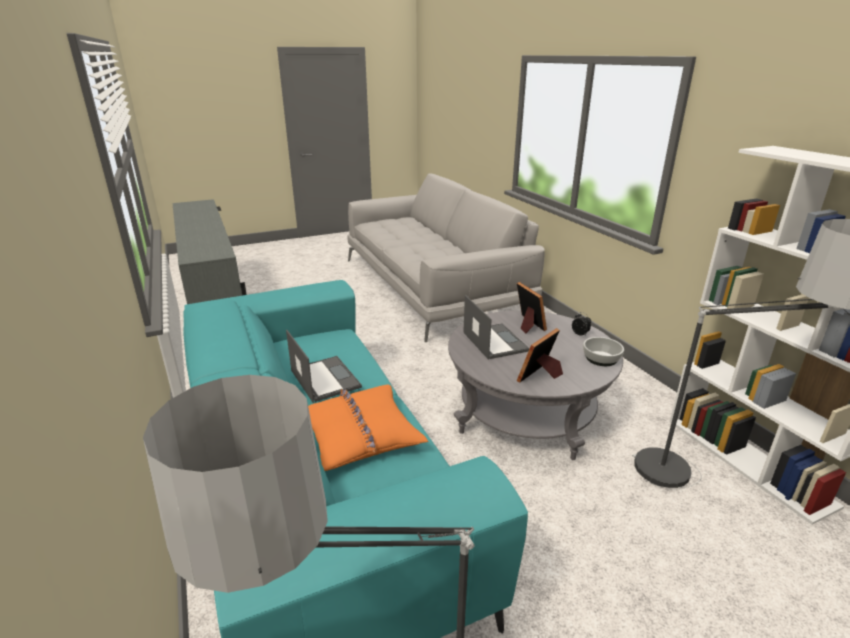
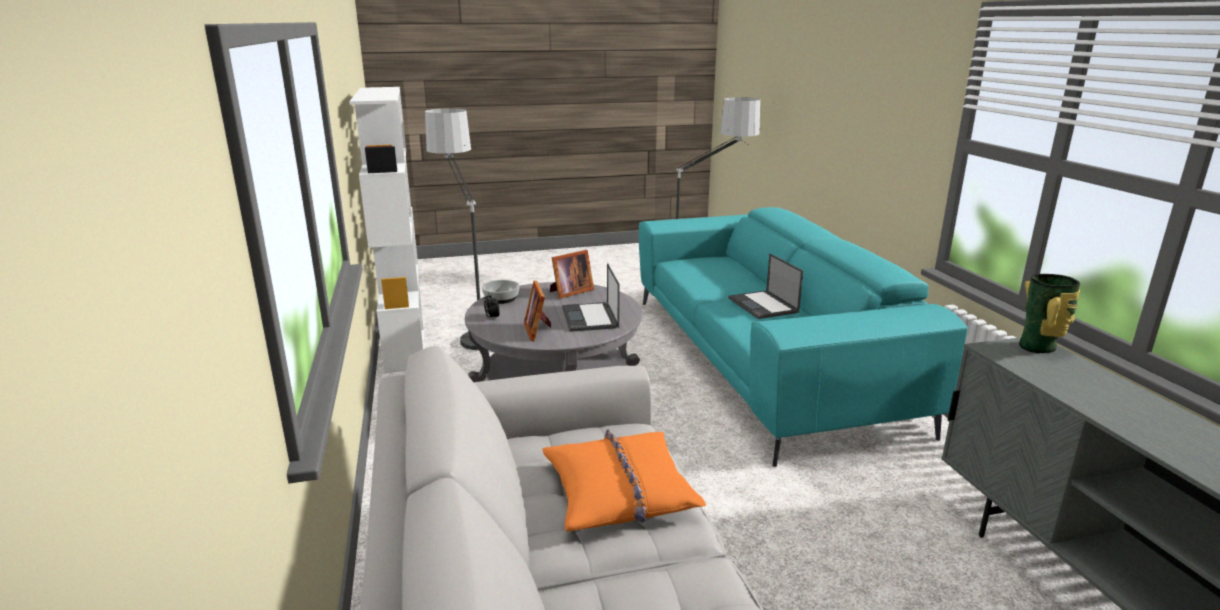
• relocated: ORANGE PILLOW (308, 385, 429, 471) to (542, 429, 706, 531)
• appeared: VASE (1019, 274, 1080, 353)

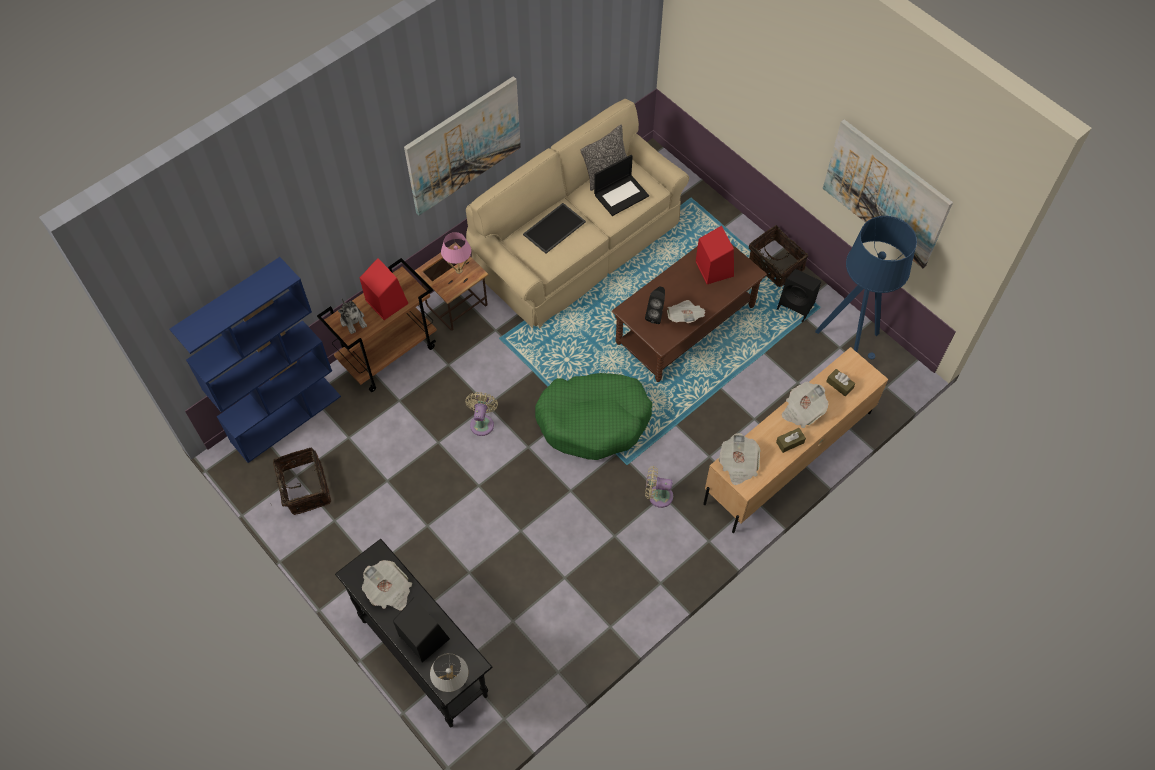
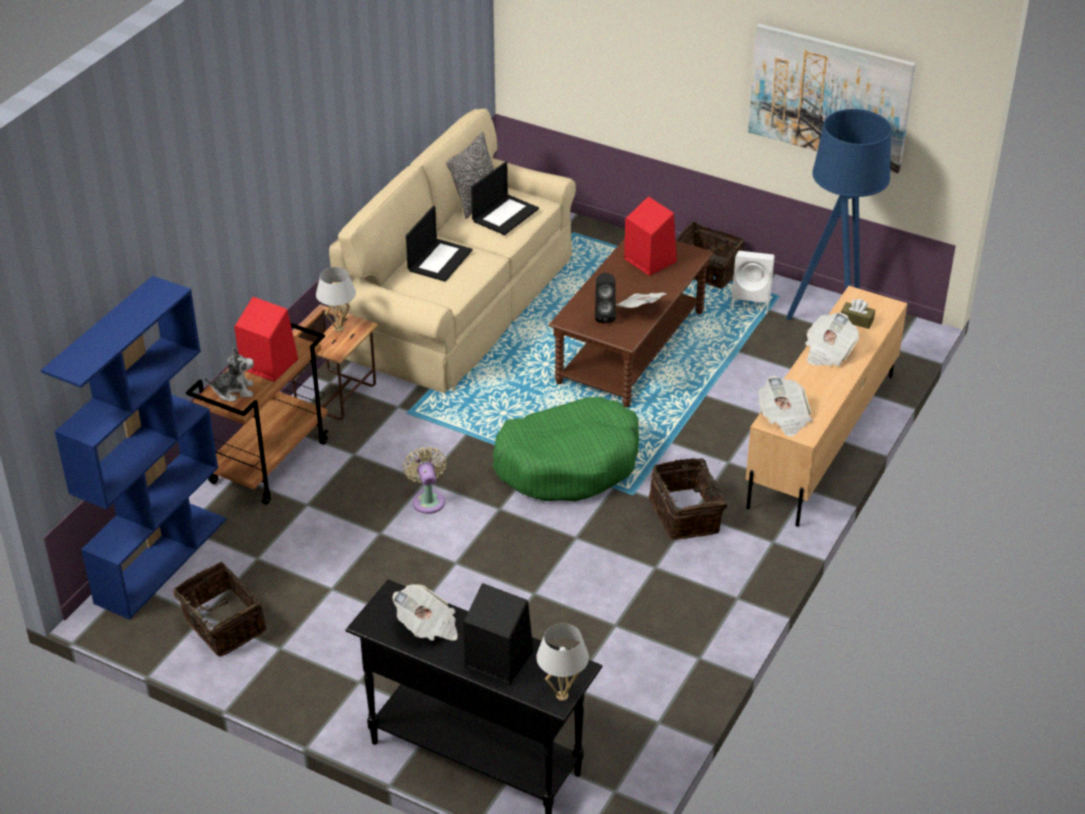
• spun: PLUSH TOY (338, 299, 367, 334) = (204, 348, 254, 402) 45 degrees counterclockwise
• colour: PINK TABLE LAMP (441, 232, 471, 274) to WHITE TABLE LAMP (316, 267, 356, 332)
• exchanged: TRAY (523, 203, 586, 254) to LAPTOP (406, 206, 472, 282)
• exchanged: BEIGE FAN (645, 466, 673, 508) to BASKET (649, 458, 727, 540)
• colour: BLACK SPEAKER (777, 269, 821, 322) to WHITE SPEAKER (731, 251, 775, 314)
• missing: PICTURE (404, 76, 521, 216)
• missing: BROWN TISSUE BOX (776, 428, 806, 453)

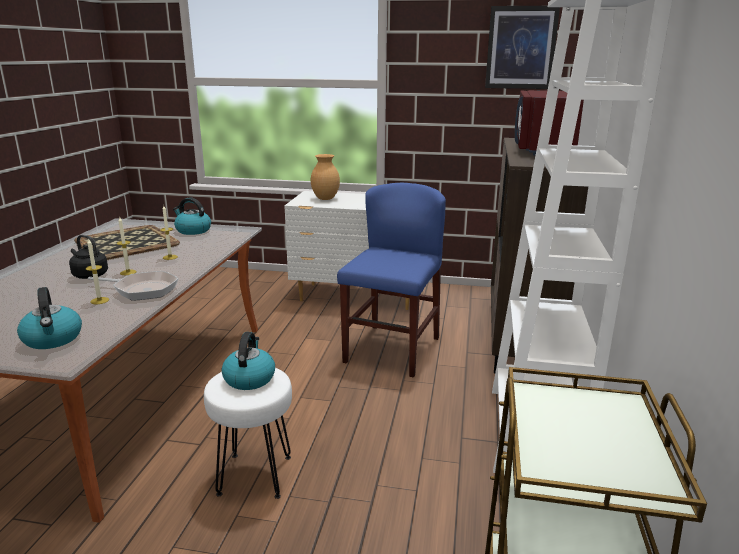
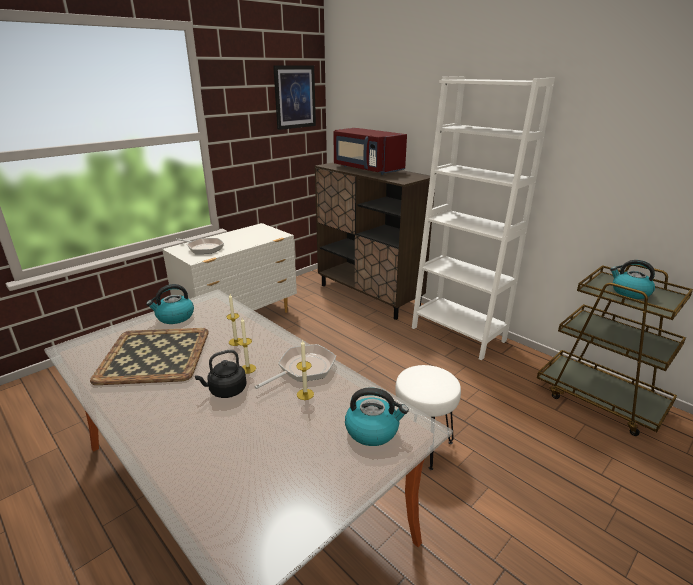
• exchanged: BROWN VASE (311, 154, 340, 200) to FRYING PAN (176, 238, 224, 254)
• relocated: KETTLE (222, 332, 275, 390) to (610, 260, 655, 299)
• missing: BLUE CHAIR (337, 183, 446, 378)

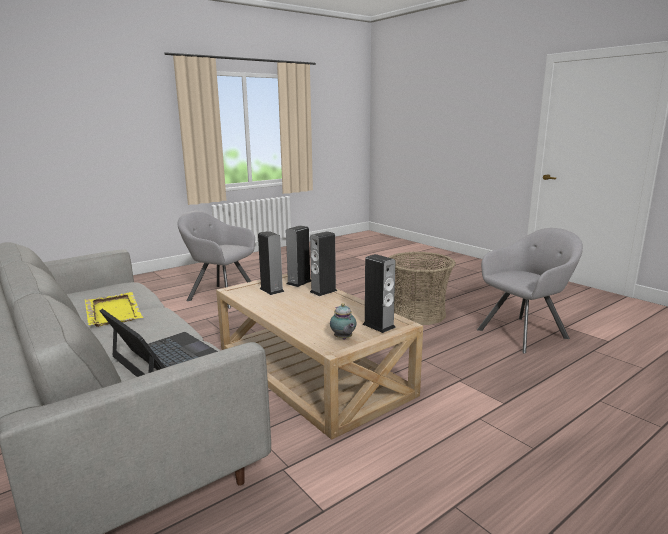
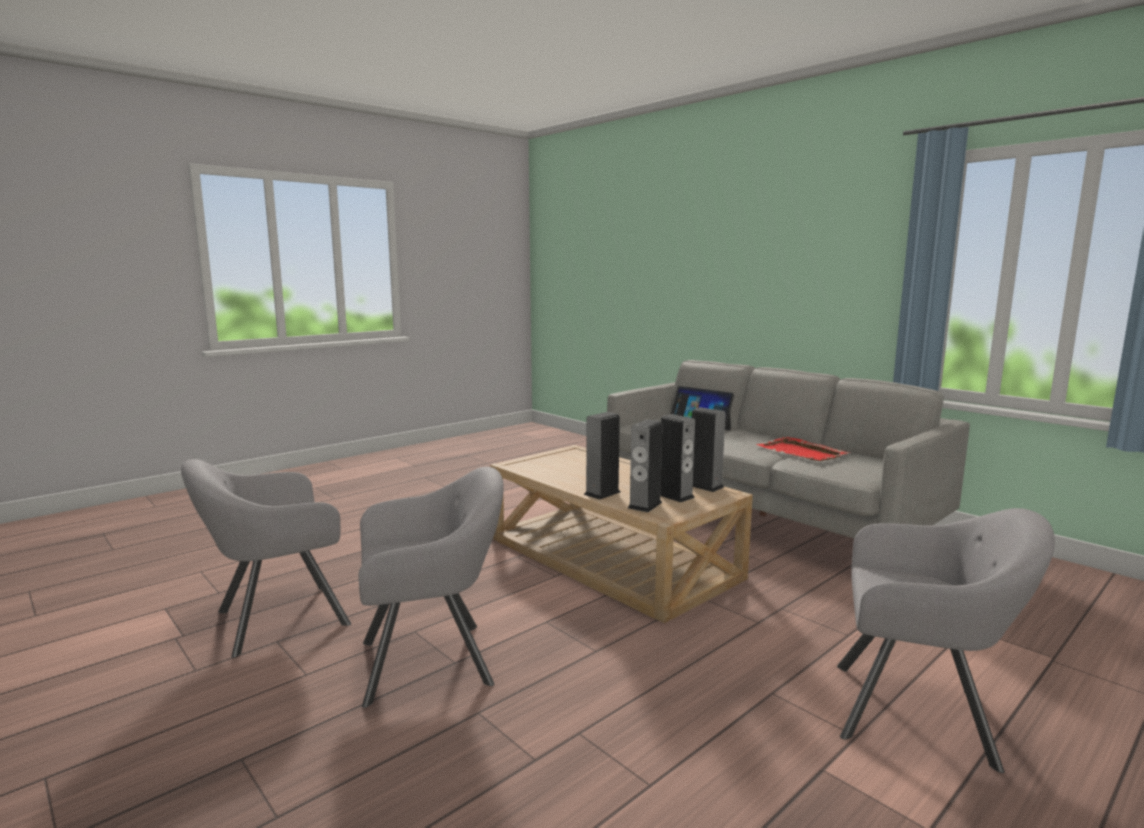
• exchanged: BASKET (388, 252, 456, 325) to GREY ARMCHAIR (358, 467, 504, 708)
• relocated: SPEAKER (363, 254, 396, 333) to (692, 407, 725, 492)
• colour: YELLOW TRAY (85, 292, 143, 327) to RED TRAY (756, 437, 850, 461)
• missing: TEAPOT (330, 303, 357, 340)

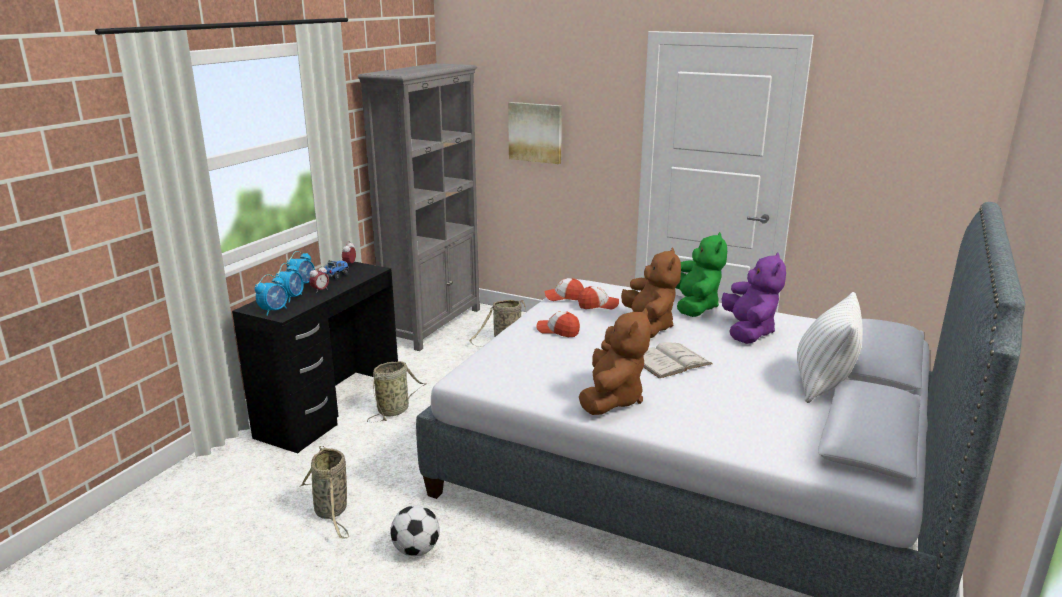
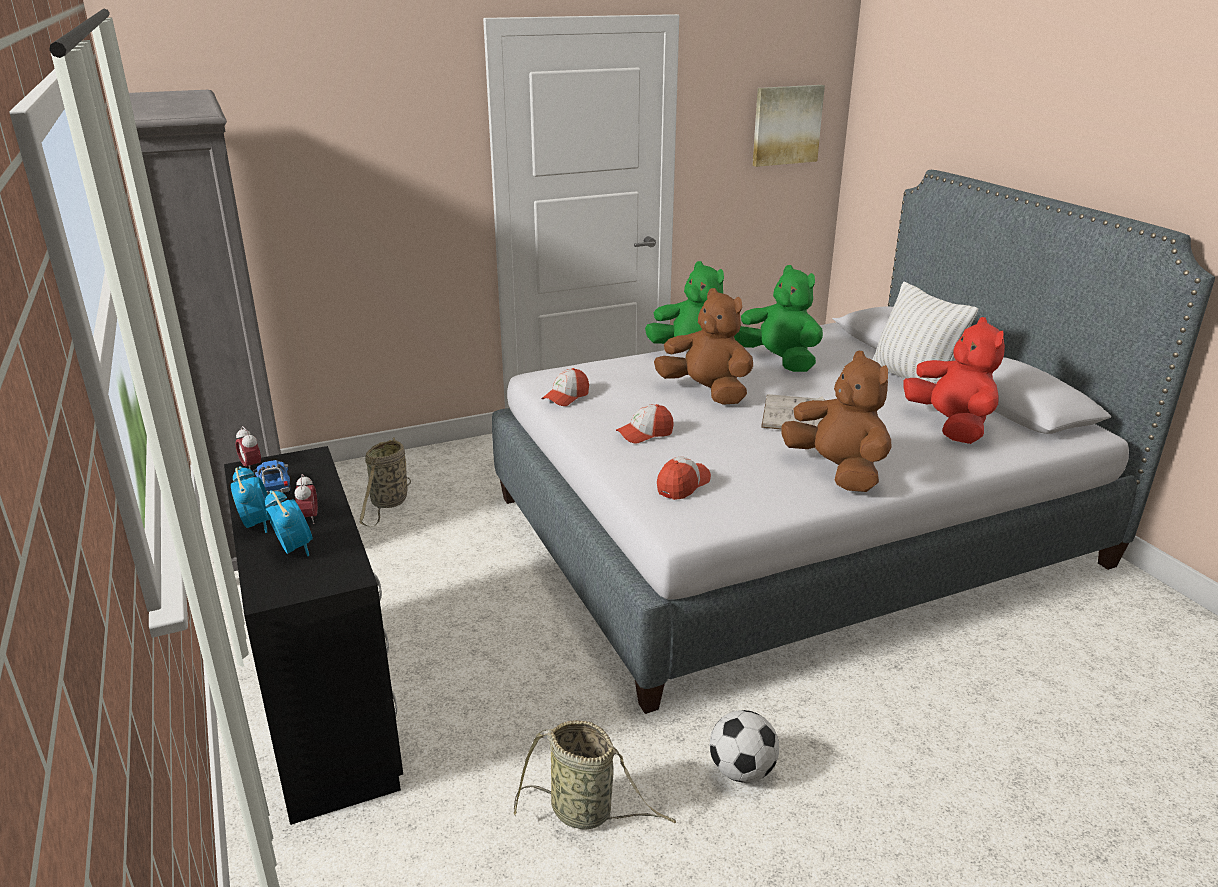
• relocated: CAP (578, 286, 619, 309) to (657, 456, 711, 500)
• colour: PURPLE PLUSH TOY (722, 252, 786, 344) to GREEN PLUSH TOY (734, 265, 823, 372)
• relocated: PICTURE (508, 102, 562, 164) to (752, 85, 825, 167)
• appeared: RED PLUSH TOY (904, 317, 1005, 444)
• missing: ALARM CLOCK (255, 274, 288, 316)
• missing: BASKET (367, 361, 426, 422)

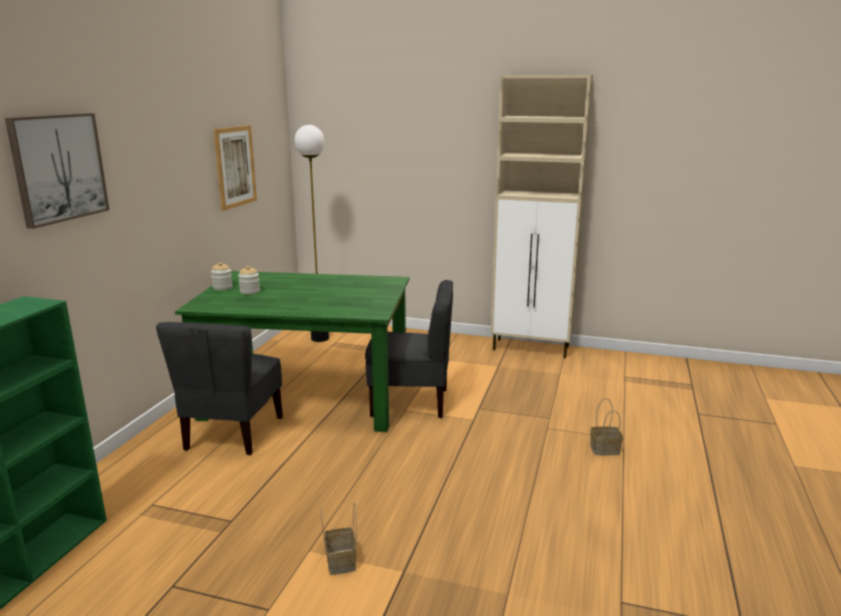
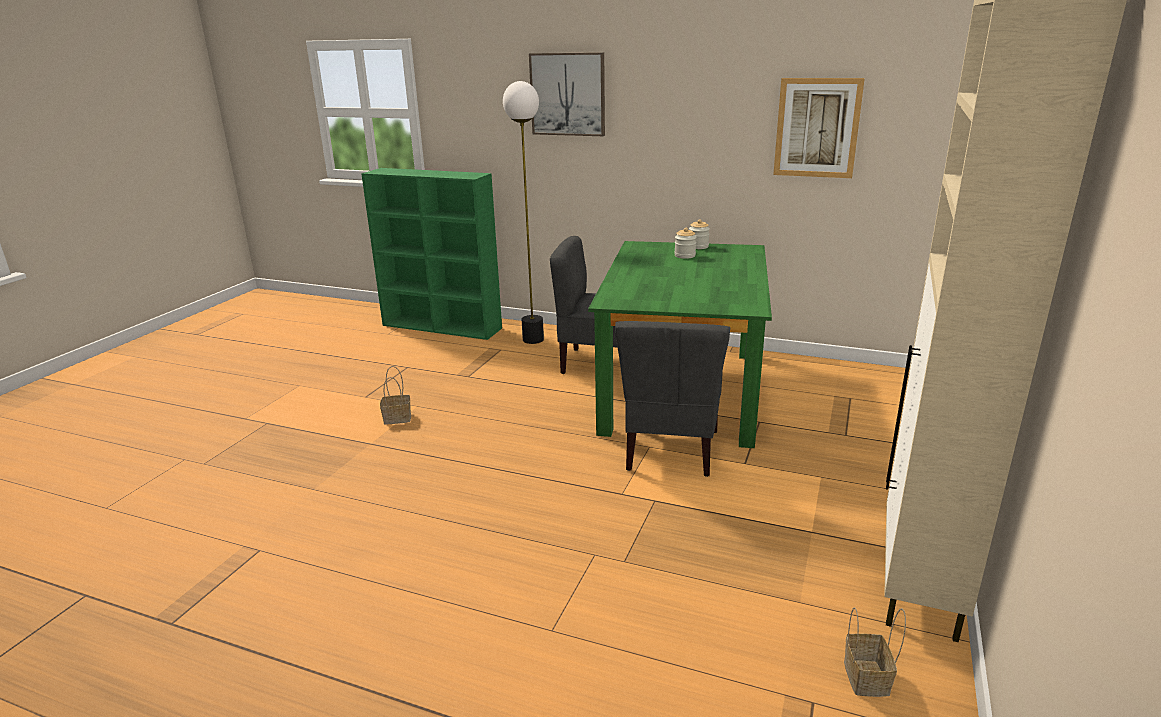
• relocated: FLOOR LAMP (294, 125, 329, 342) to (503, 81, 544, 344)
• relocated: BASKET (590, 398, 623, 455) to (844, 607, 906, 697)

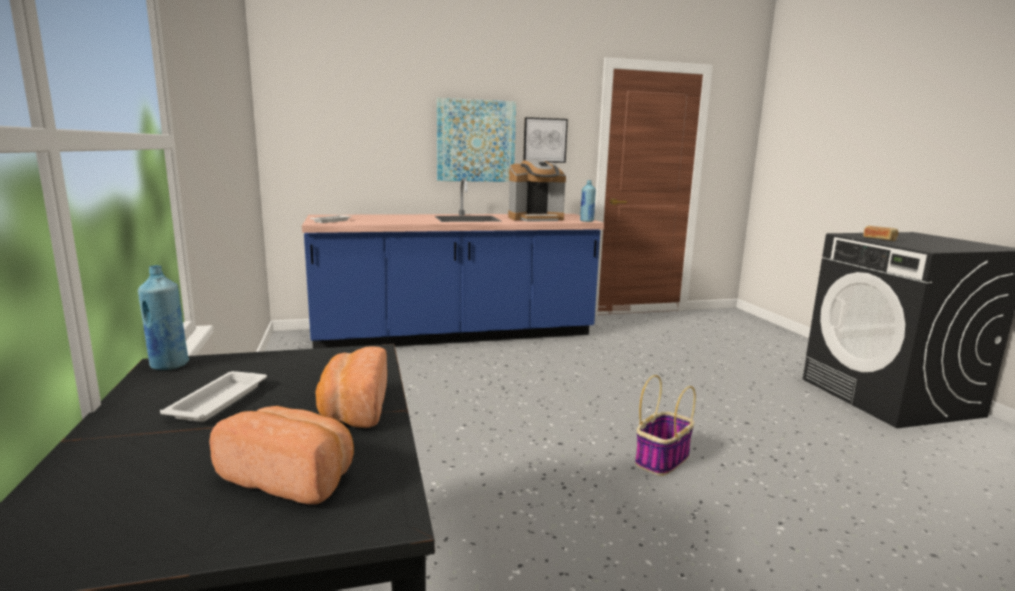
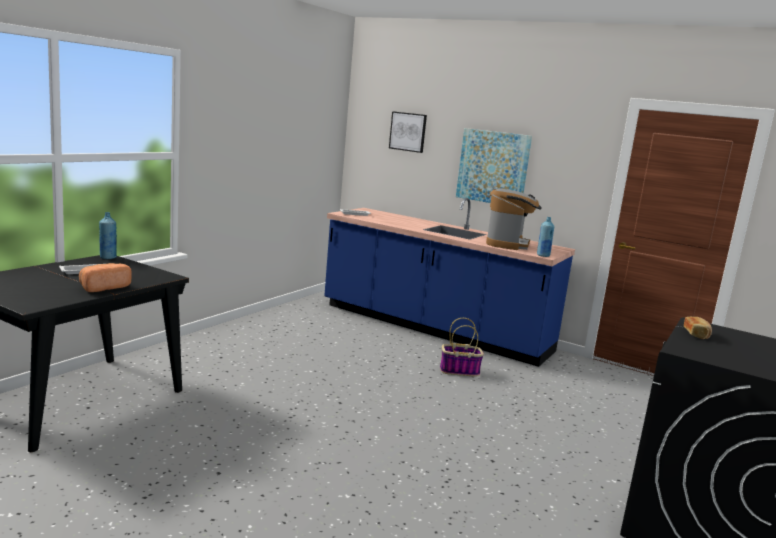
• relocated: PICTURE (523, 117, 568, 163) to (389, 111, 427, 153)
• relocated: BASKET (635, 375, 696, 476) to (440, 318, 484, 376)
• spun: COFFEE MACHINE (508, 159, 566, 222) = (486, 189, 542, 250) 105 degrees counterclockwise
• missing: BREAD (209, 406, 354, 504)

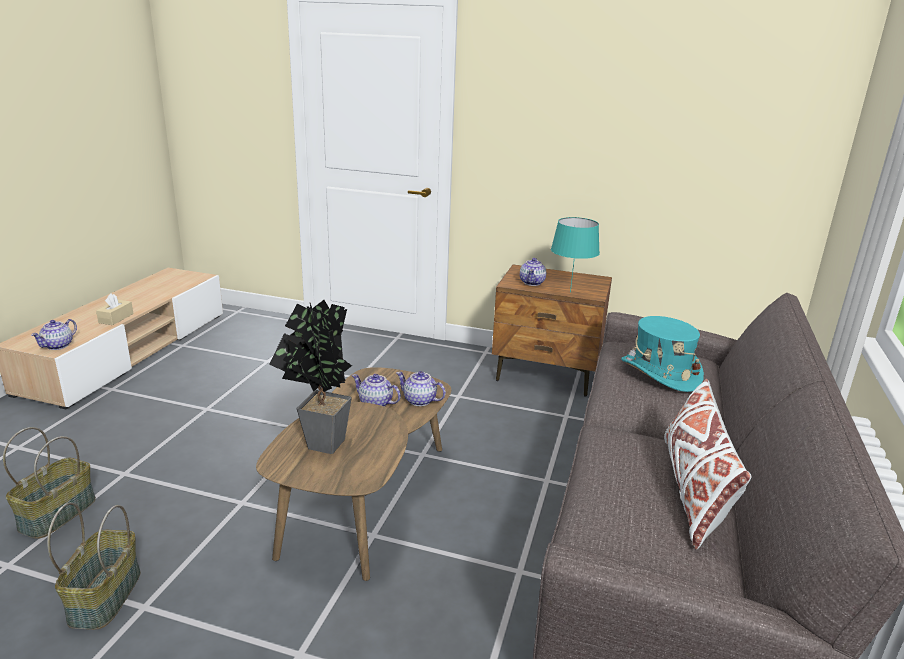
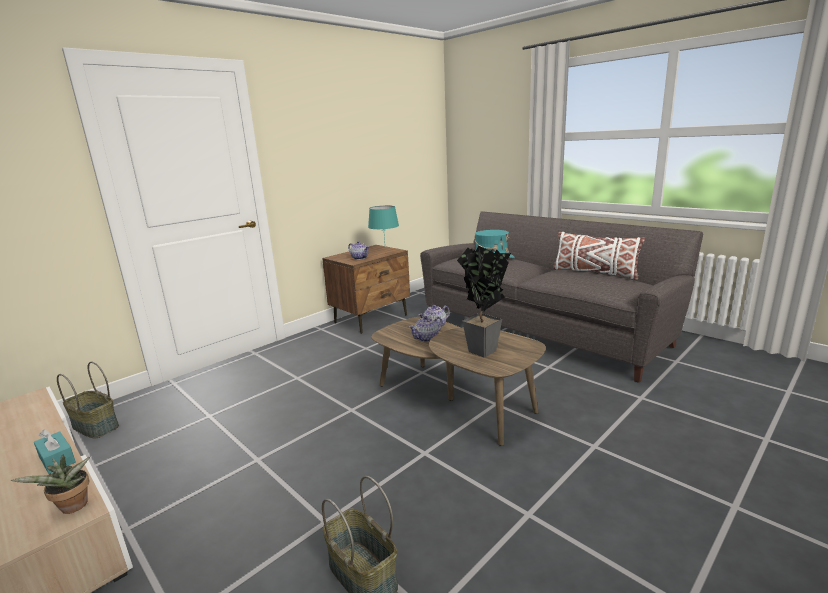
• exchanged: TEAPOT (31, 319, 77, 350) to POTTED PLANT (10, 455, 90, 514)
• colour: BEIGE TISSUE BOX (96, 293, 134, 325) to TURQUOISE TISSUE BOX (34, 429, 76, 474)
• relocated: BASKET (47, 502, 141, 630) to (57, 362, 119, 439)

